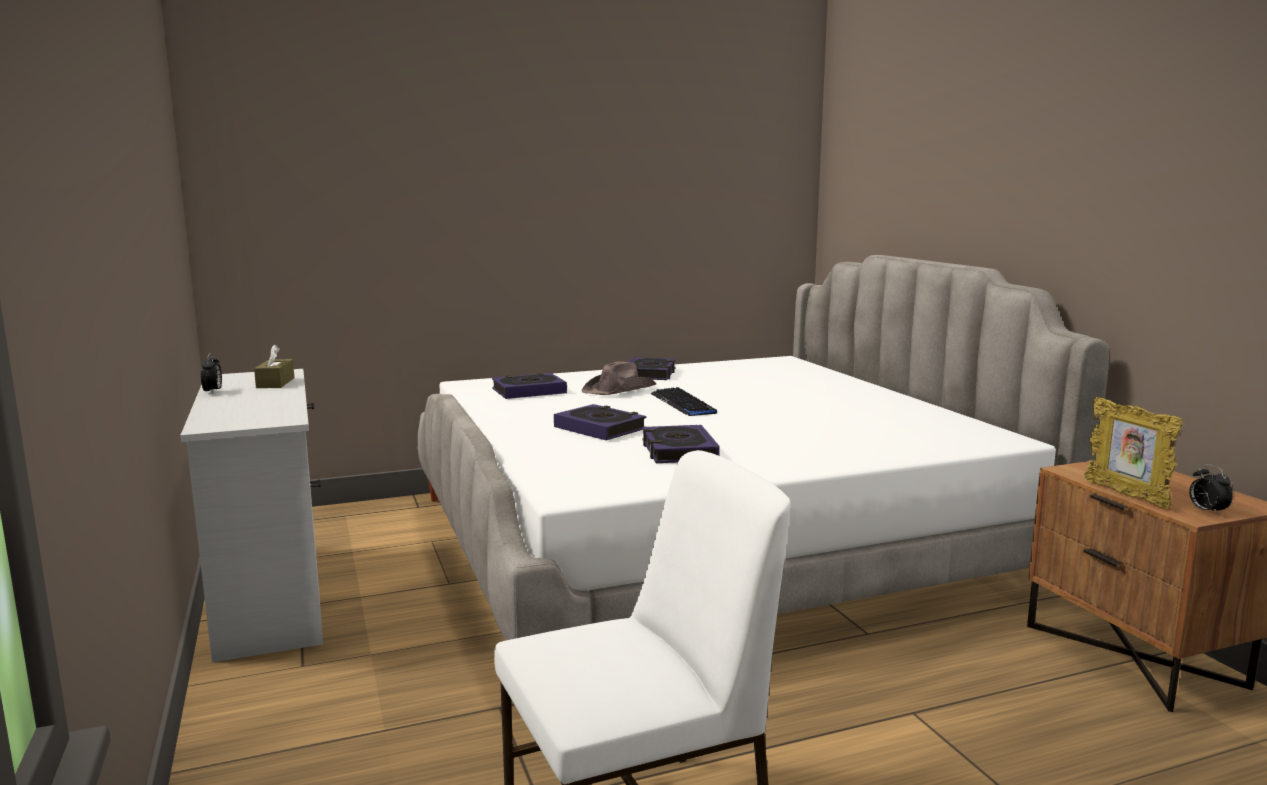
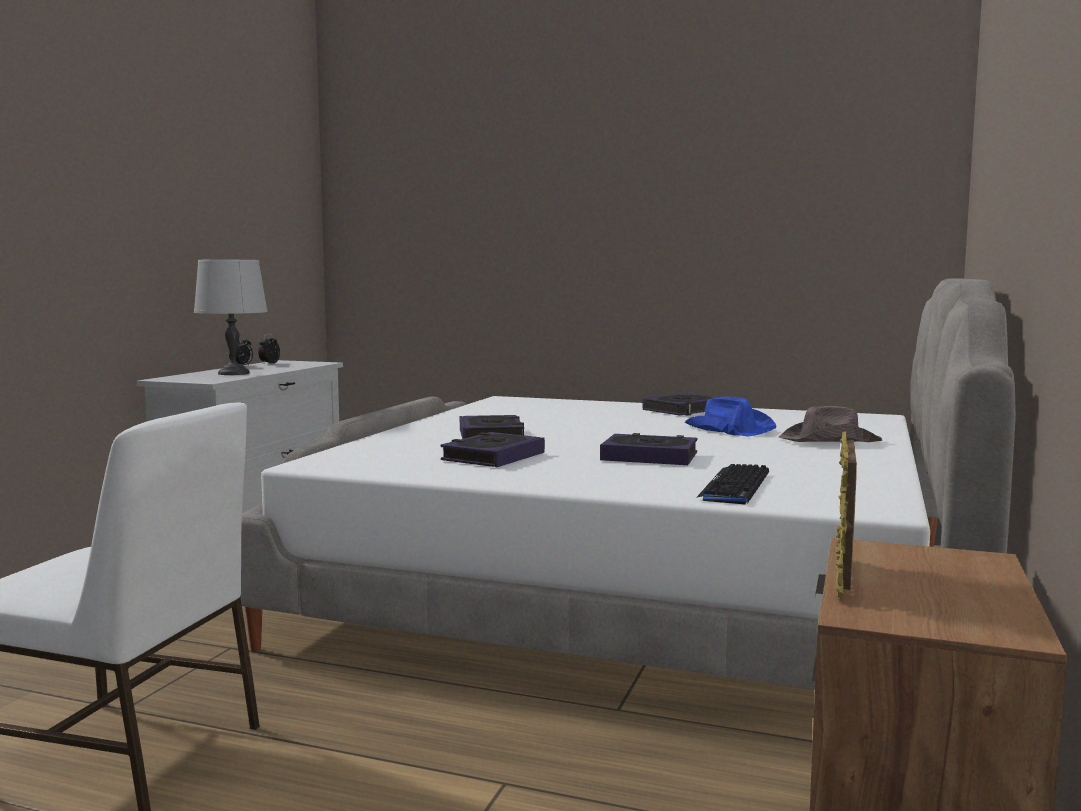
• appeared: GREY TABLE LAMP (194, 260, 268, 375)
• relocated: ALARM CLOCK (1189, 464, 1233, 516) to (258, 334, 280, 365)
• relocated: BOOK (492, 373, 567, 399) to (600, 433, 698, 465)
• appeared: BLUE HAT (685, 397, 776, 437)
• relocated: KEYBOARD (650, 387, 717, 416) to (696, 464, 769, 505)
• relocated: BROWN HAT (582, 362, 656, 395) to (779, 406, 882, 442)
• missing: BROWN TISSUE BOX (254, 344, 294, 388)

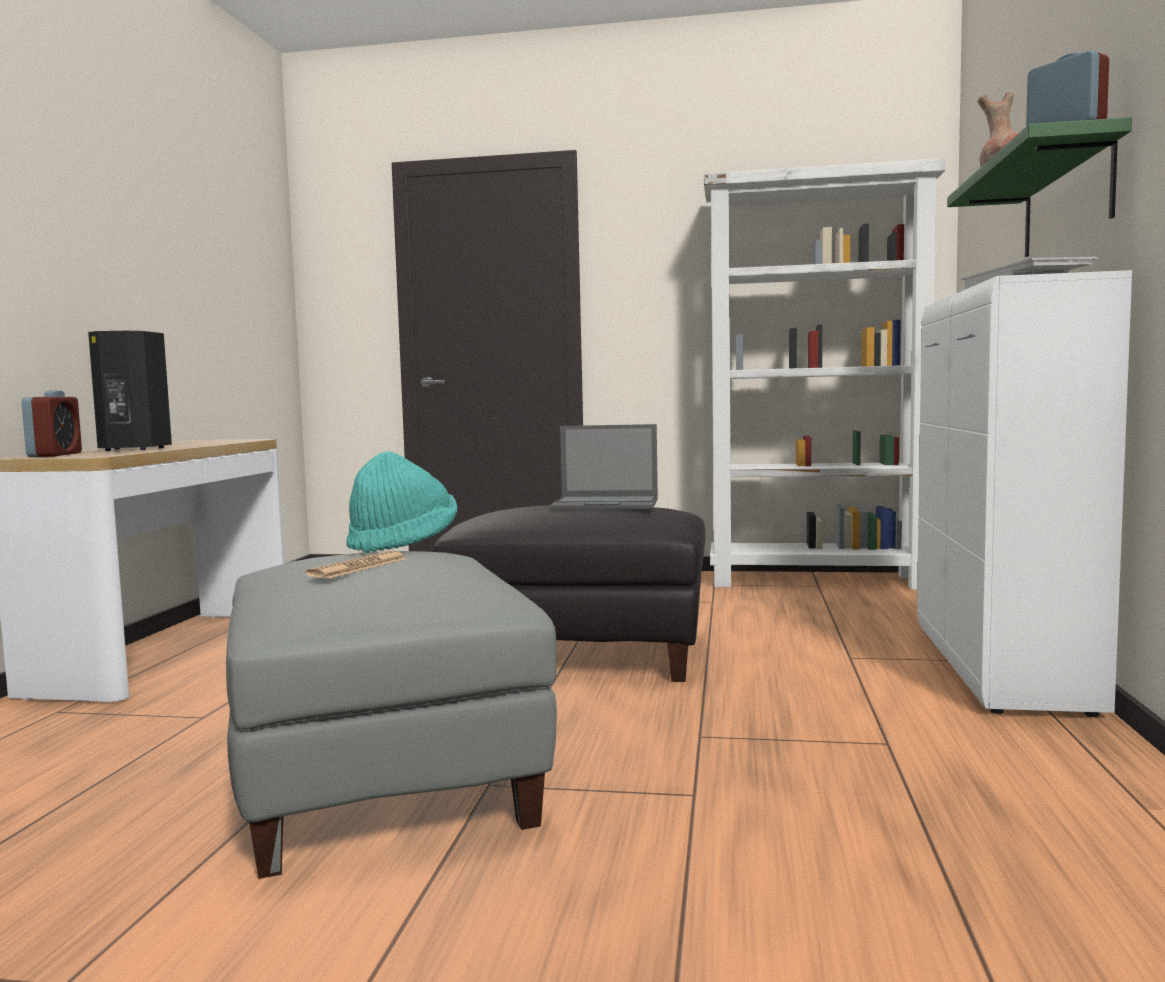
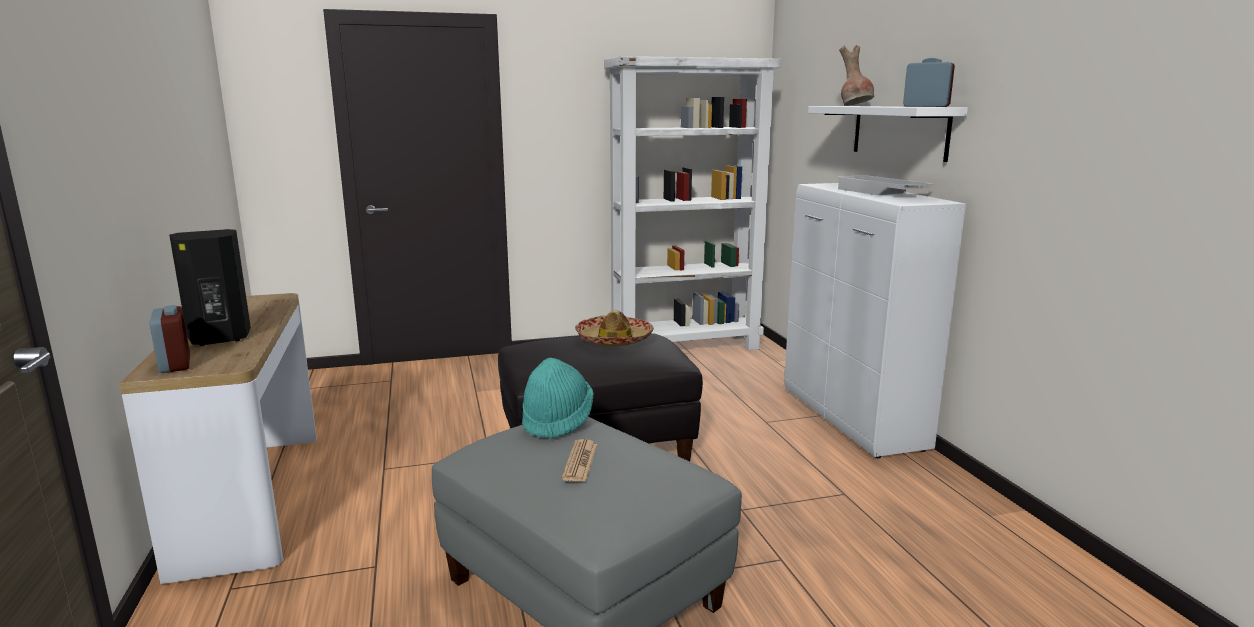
• exchanged: LAPTOP (550, 424, 658, 509) to HAT (575, 310, 654, 347)
• colour: GREEN SHELF (947, 117, 1132, 257) to WHITE SHELF (808, 106, 968, 162)

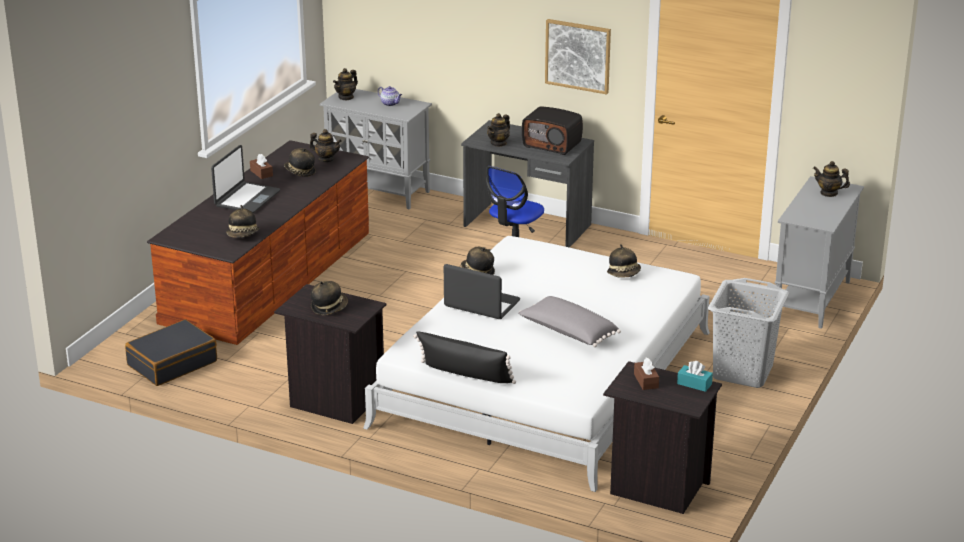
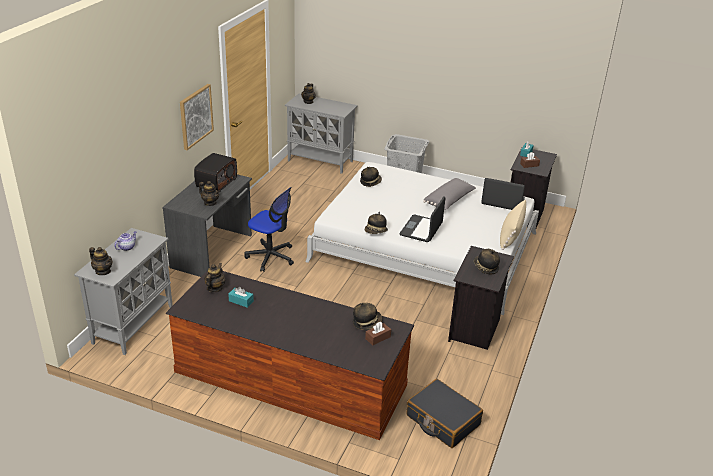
• exchanged: HAT (284, 148, 316, 177) to TURQUOISE TISSUE BOX (228, 287, 254, 308)
• relocated: BROWN TISSUE BOX (250, 154, 273, 179) to (365, 322, 391, 345)
• relocated: LAPTOP (211, 145, 280, 213) to (481, 178, 525, 210)
• colour: BLACK PILLOW (414, 332, 516, 384) to BEIGE PILLOW (500, 200, 527, 250)

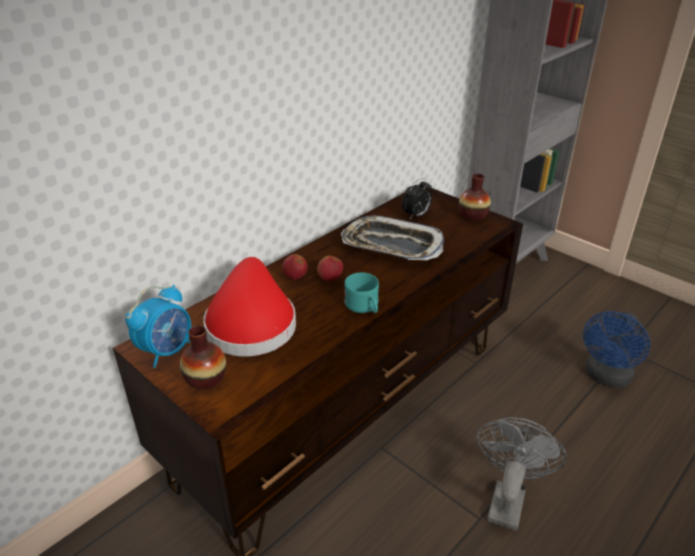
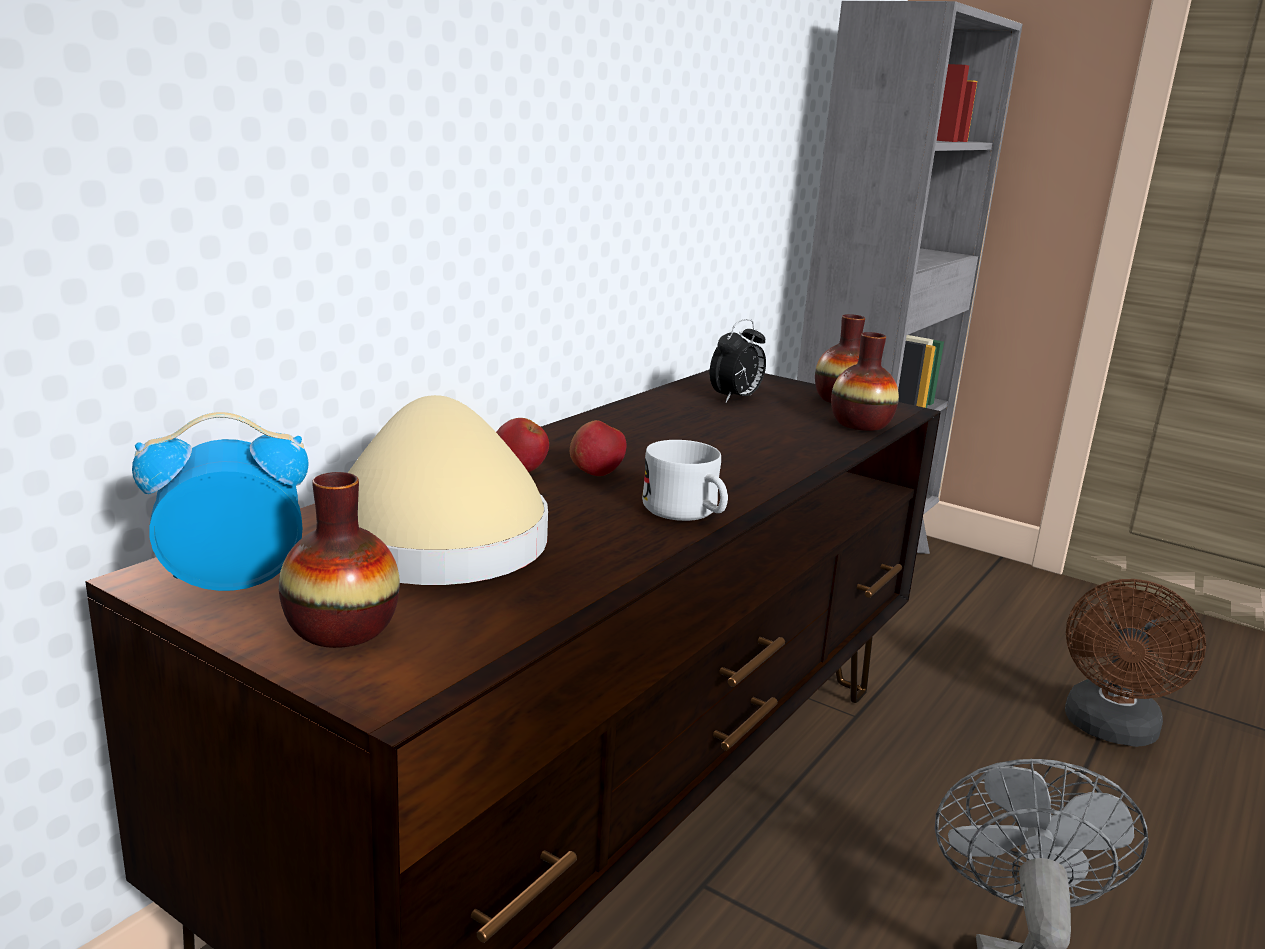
• spun: ALARM CLOCK (125, 285, 191, 368) = (132, 412, 308, 591) 135 degrees counterclockwise
• colour: RED HAT (203, 257, 296, 356) to BEIGE HAT (348, 395, 548, 585)
• colour: TURQUOISE MUG (344, 273, 379, 313) to WHITE MUG (642, 440, 728, 521)
• appeared: VASE (831, 332, 899, 431)
• colour: BLUE FAN (583, 311, 650, 388) to BROWN FAN (1065, 579, 1206, 747)
• missing: TRAY (341, 215, 444, 260)

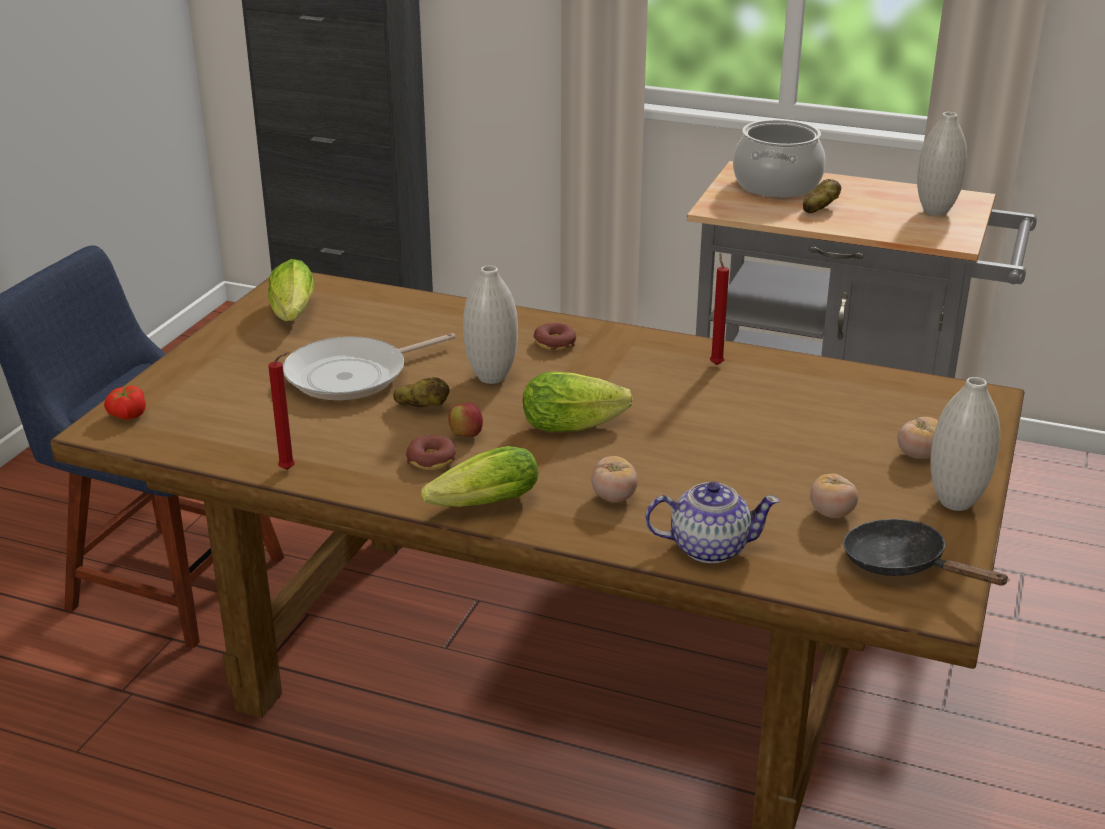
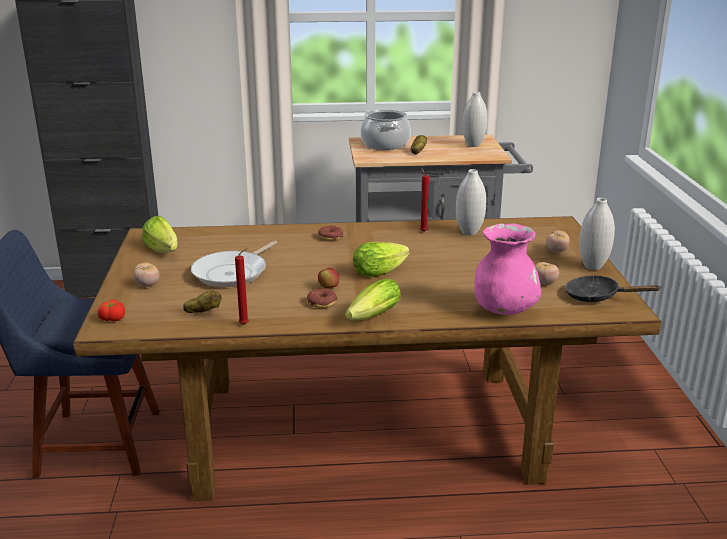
• relocated: TOMATO (591, 456, 638, 503) to (133, 263, 159, 287)
• relocated: POTATO (393, 377, 449, 407) to (183, 291, 222, 313)
• relocated: WHITE VASE (463, 265, 518, 384) to (456, 169, 486, 236)
• exchanged: TEAPOT (645, 481, 780, 563) to PINK VASE (475, 223, 541, 315)

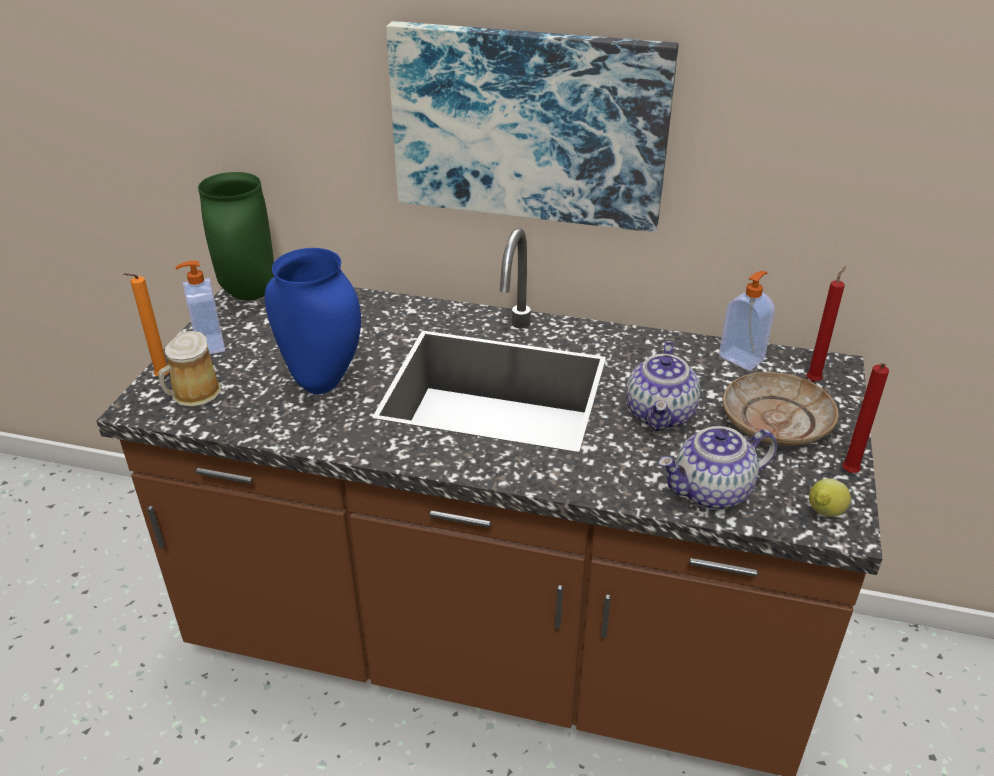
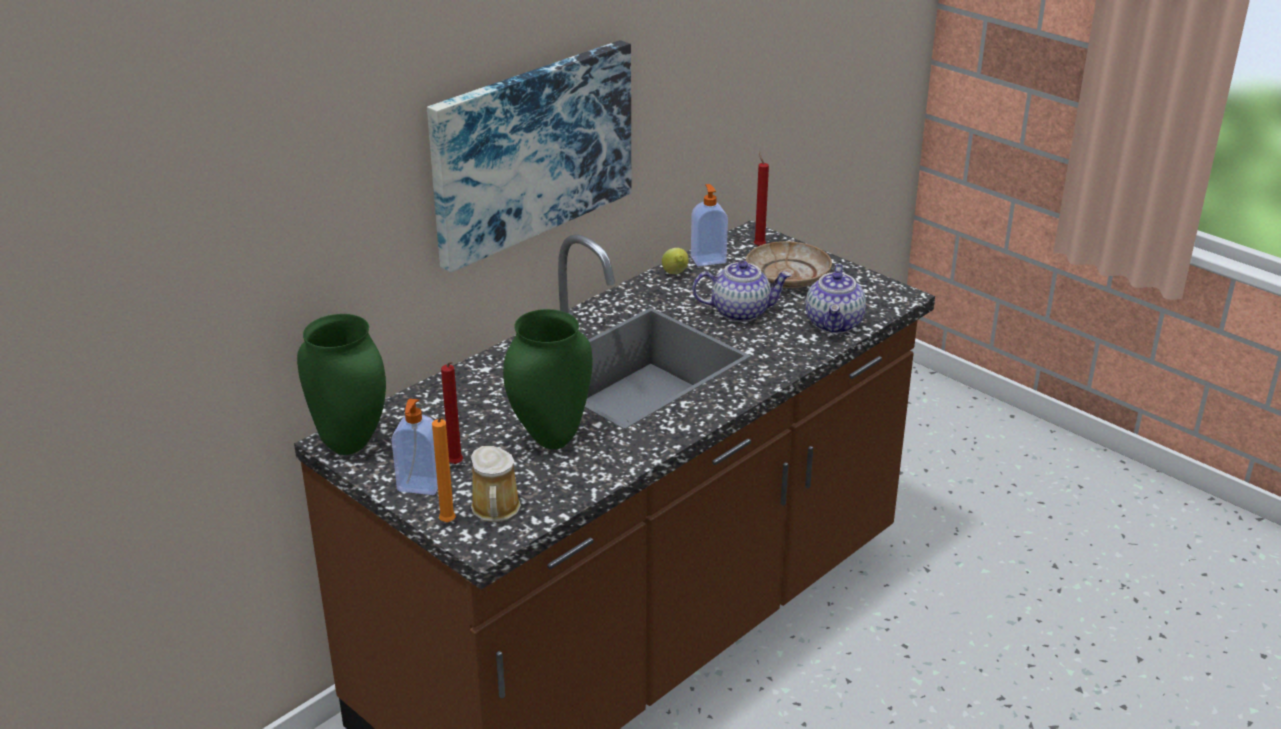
• relocated: RED CANDLE (842, 363, 889, 473) to (441, 362, 463, 464)
• colour: BLUE VASE (265, 248, 361, 394) to GREEN VASE (503, 309, 593, 449)
• relocated: LEMON (809, 478, 851, 517) to (662, 248, 689, 274)
• spun: TEAPOT (626, 341, 701, 431) = (692, 261, 792, 322) 45 degrees counterclockwise

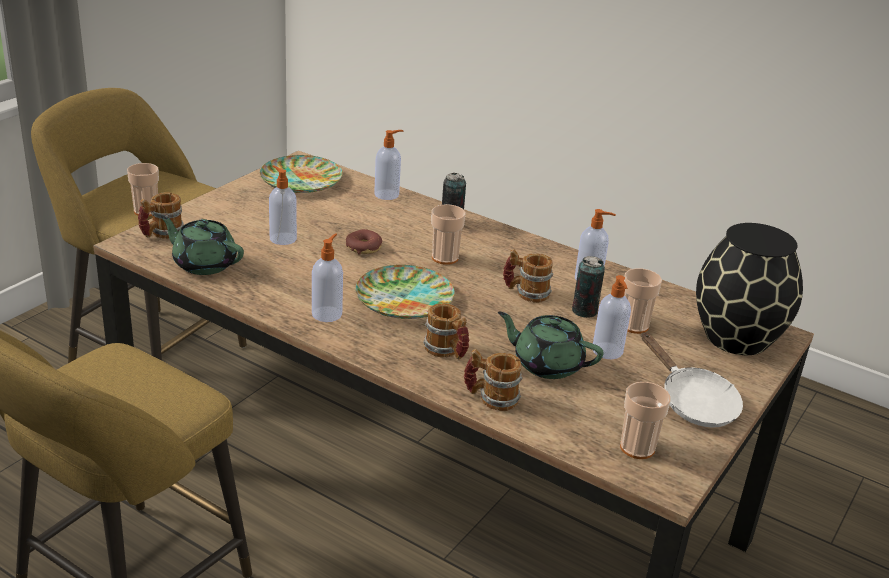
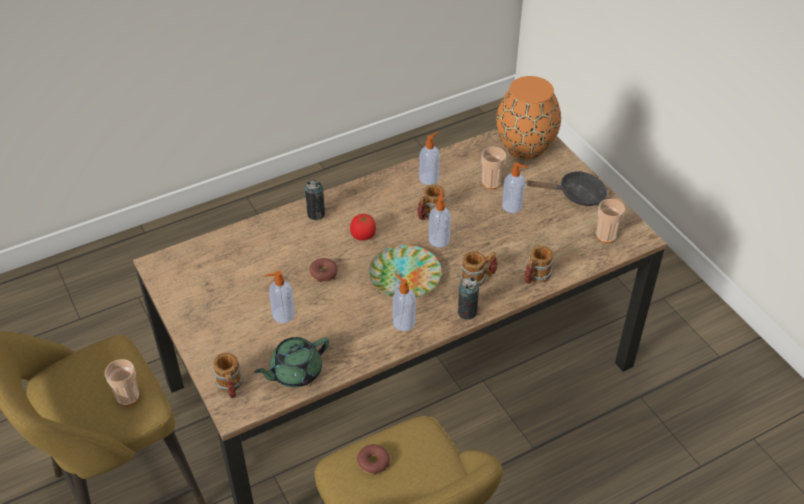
• exchanged: CUP (431, 204, 466, 265) to TOMATO (350, 214, 376, 241)
• appeared: DONUT (357, 444, 390, 475)
• relocated: SOAP DISPENSER (374, 130, 404, 200) to (429, 190, 451, 248)
• relocated: CAN (572, 256, 605, 318) to (457, 277, 479, 320)
• colour: BLACK VASE (696, 223, 803, 355) to ORANGE VASE (496, 76, 561, 160)
• colour: WHITE FRYING PAN (642, 332, 743, 428) to BLACK FRYING PAN (526, 171, 608, 206)
• missing: PLATE (260, 155, 343, 193)
• missing: GREEN TEAPOT (498, 312, 604, 379)

